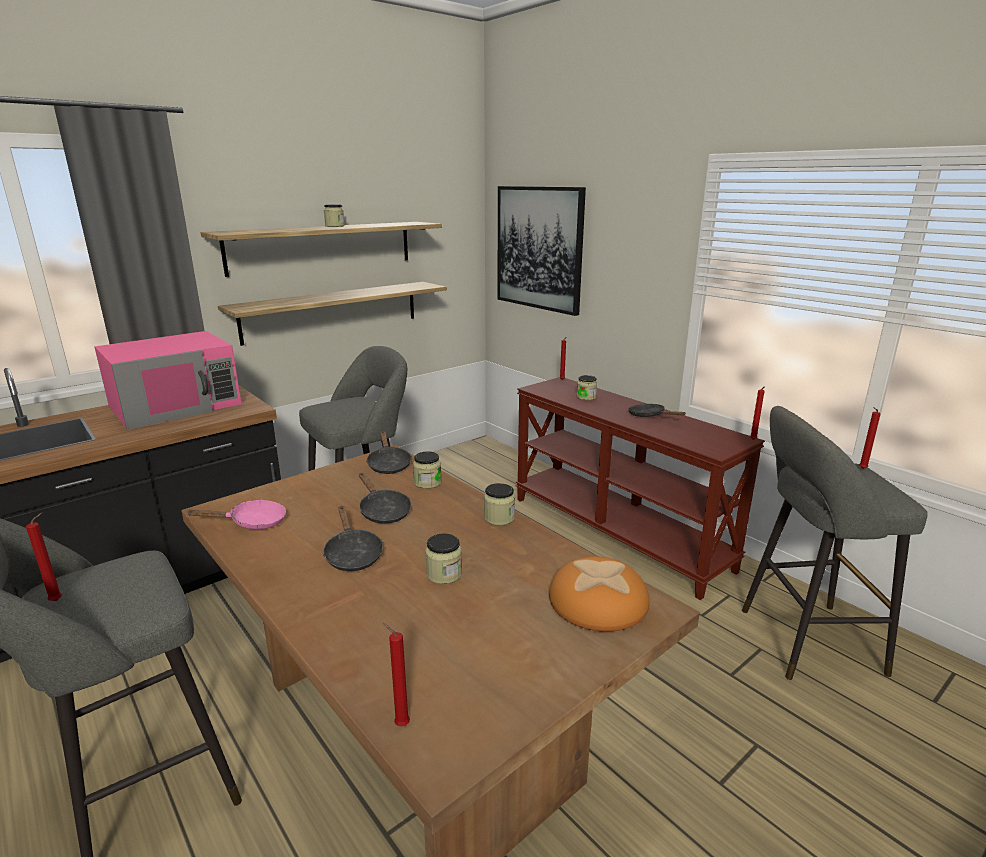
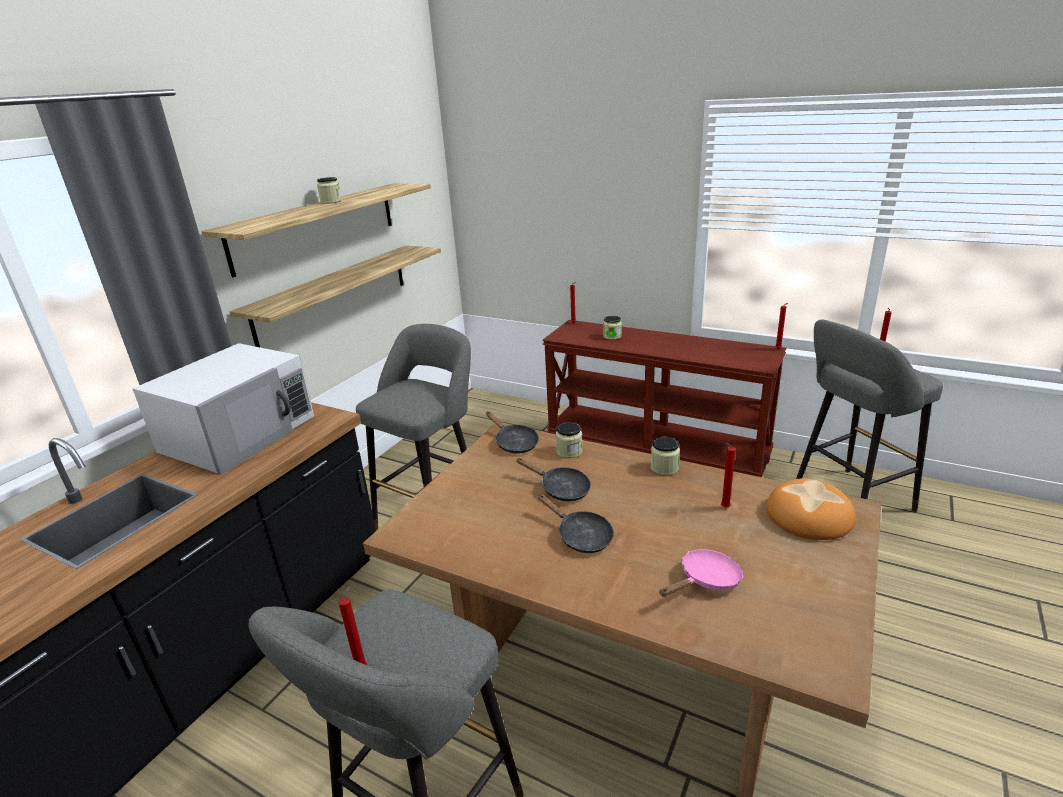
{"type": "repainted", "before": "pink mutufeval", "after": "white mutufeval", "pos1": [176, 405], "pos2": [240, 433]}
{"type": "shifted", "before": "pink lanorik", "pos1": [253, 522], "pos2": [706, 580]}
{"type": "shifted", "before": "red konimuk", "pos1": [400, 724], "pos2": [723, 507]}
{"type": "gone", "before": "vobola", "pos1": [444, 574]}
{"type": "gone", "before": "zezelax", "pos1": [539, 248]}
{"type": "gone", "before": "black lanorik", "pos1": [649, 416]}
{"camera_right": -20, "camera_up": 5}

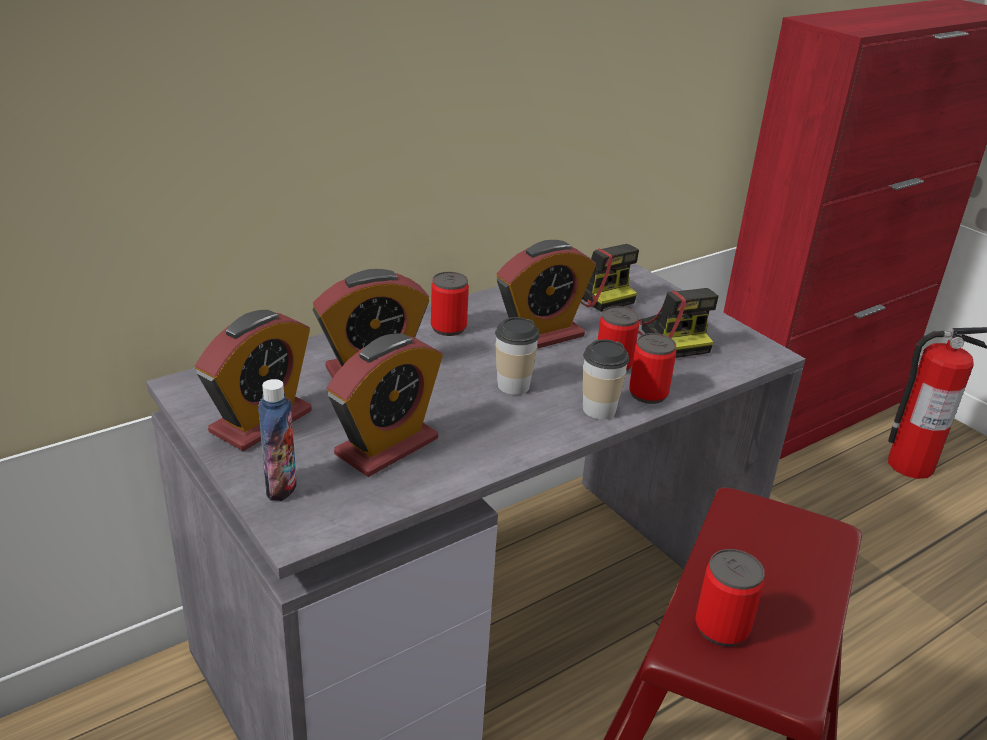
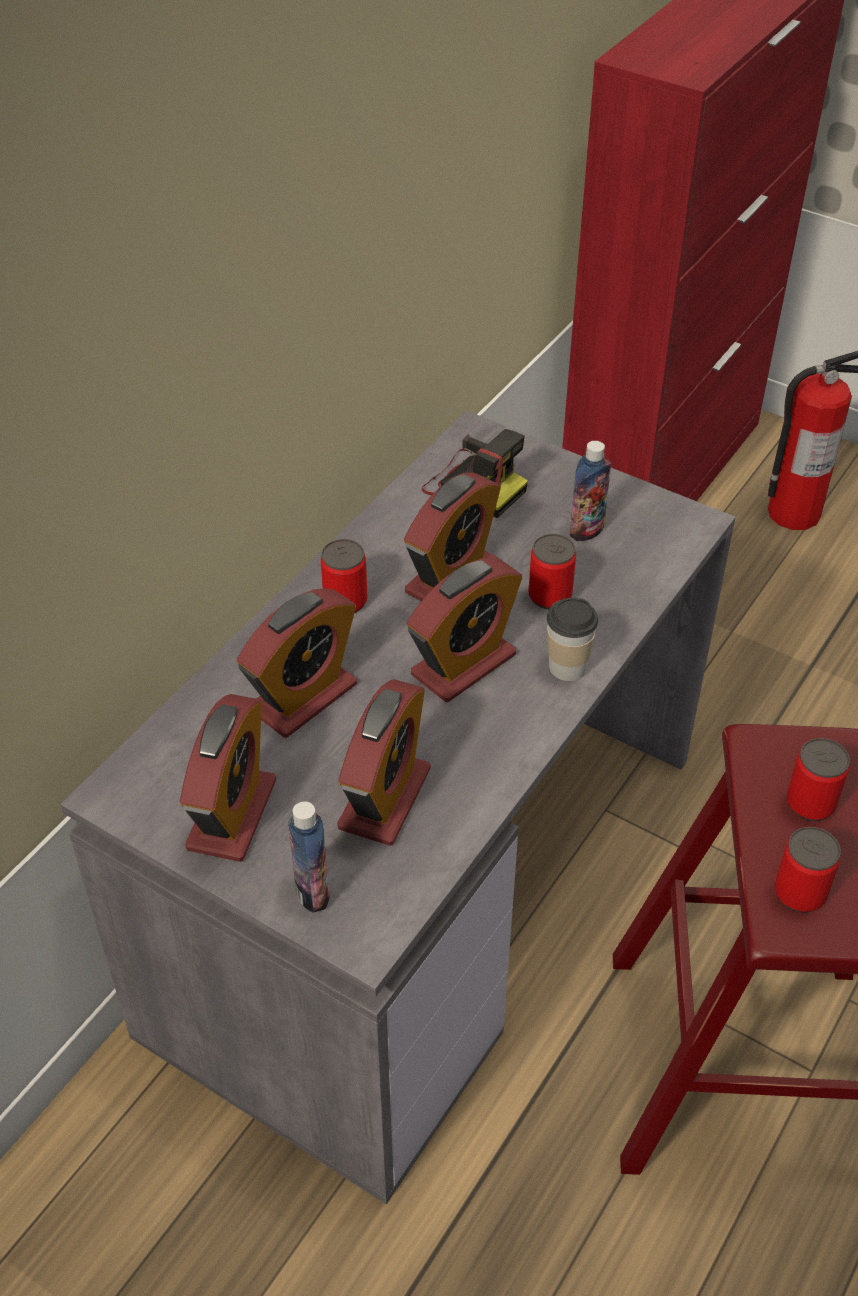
{"type": "swapped", "before": "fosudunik", "after": "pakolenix", "pos1": [513, 385], "pos2": [463, 665]}
{"type": "swapped", "before": "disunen", "after": "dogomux", "pos1": [670, 336], "pos2": [587, 530]}
{"type": "shifted", "before": "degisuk", "pos1": [648, 394], "pos2": [810, 803]}
{"camera_right": -20, "camera_up": 15}

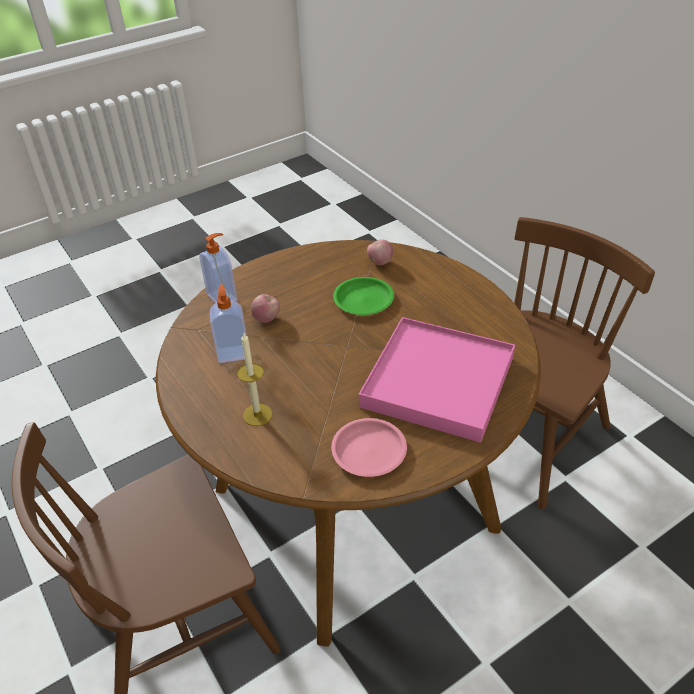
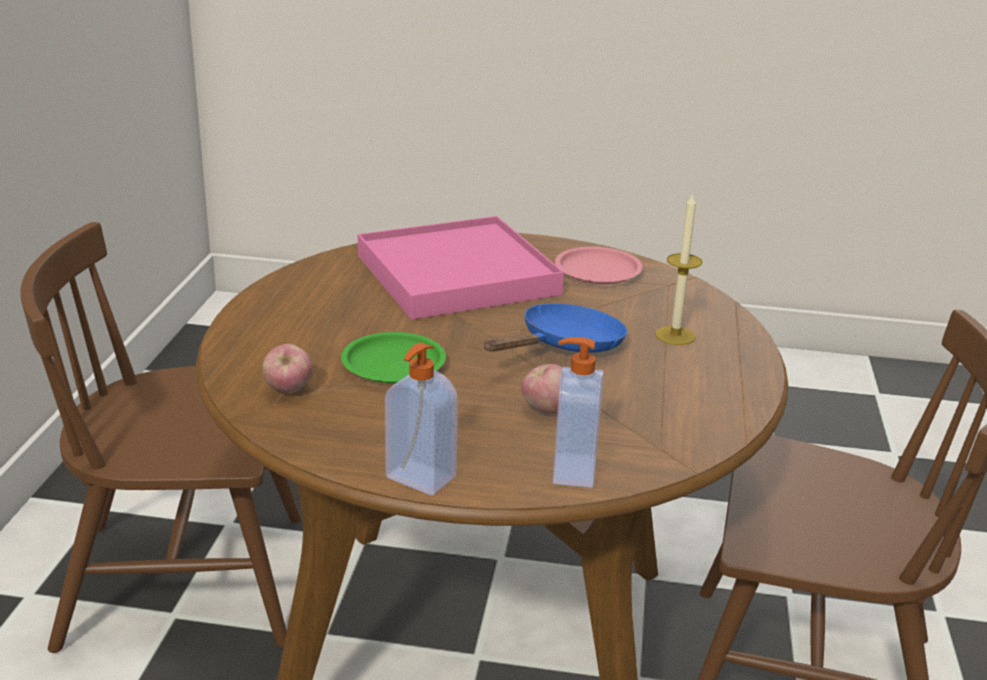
{"type": "shifted", "before": "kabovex", "pos1": [233, 353], "pos2": [419, 478]}
{"type": "new", "after": "blue lanorik", "pos2": [565, 346]}
{"camera_right": -140, "camera_up": -15}

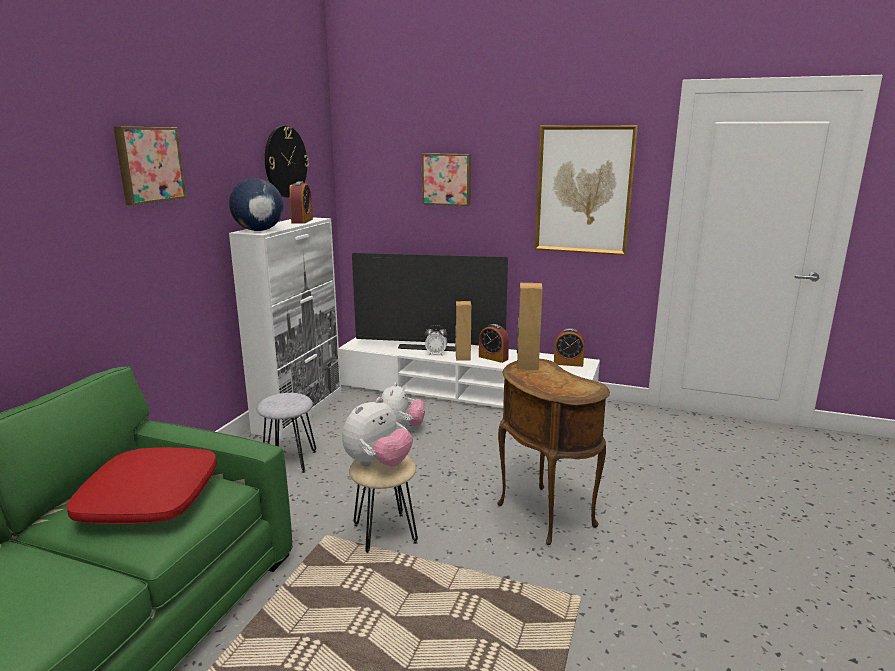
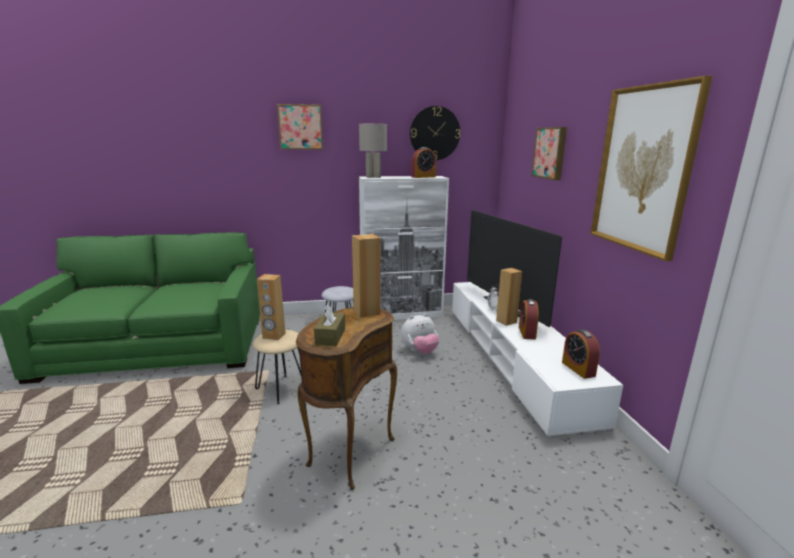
{"type": "swapped", "before": "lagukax", "after": "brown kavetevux", "pos1": [378, 464], "pos2": [274, 336]}
{"type": "new", "after": "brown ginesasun", "pos2": [330, 336]}
{"type": "swapped", "before": "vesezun", "after": "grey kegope", "pos1": [258, 230], "pos2": [373, 177]}
{"type": "gone", "before": "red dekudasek", "pos1": [149, 499]}
{"camera_right": 60, "camera_up": 0}

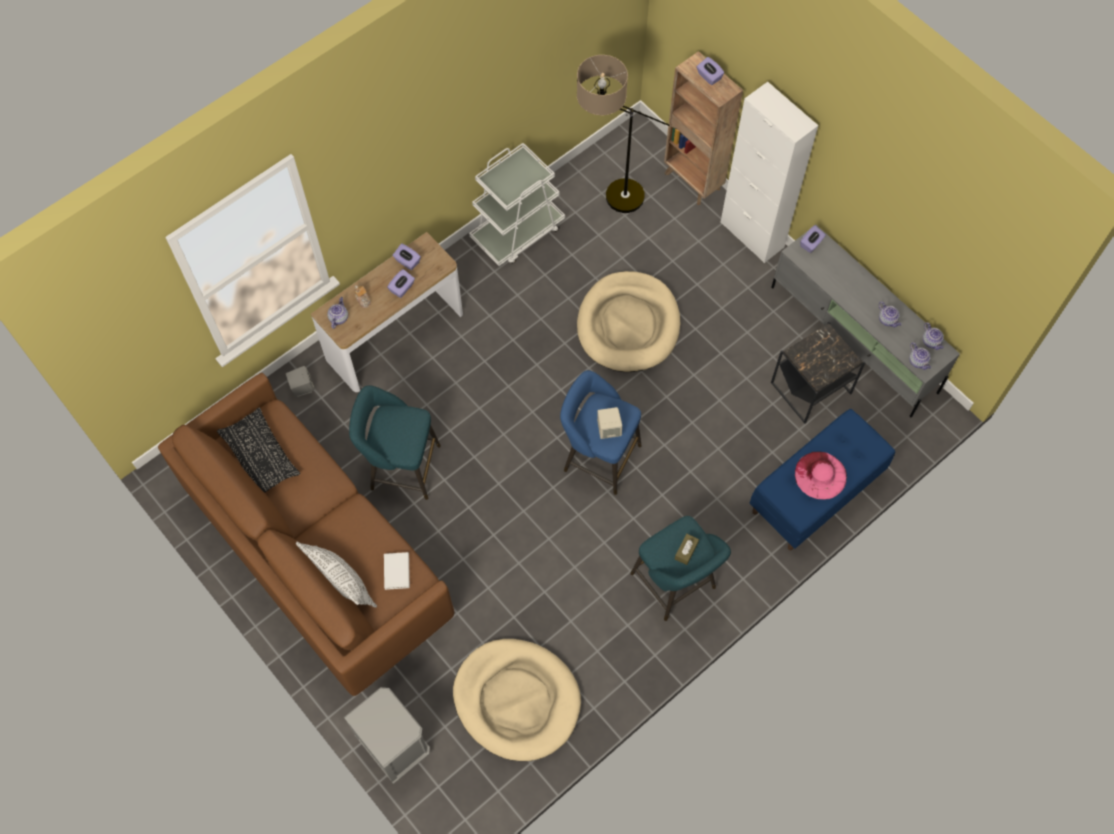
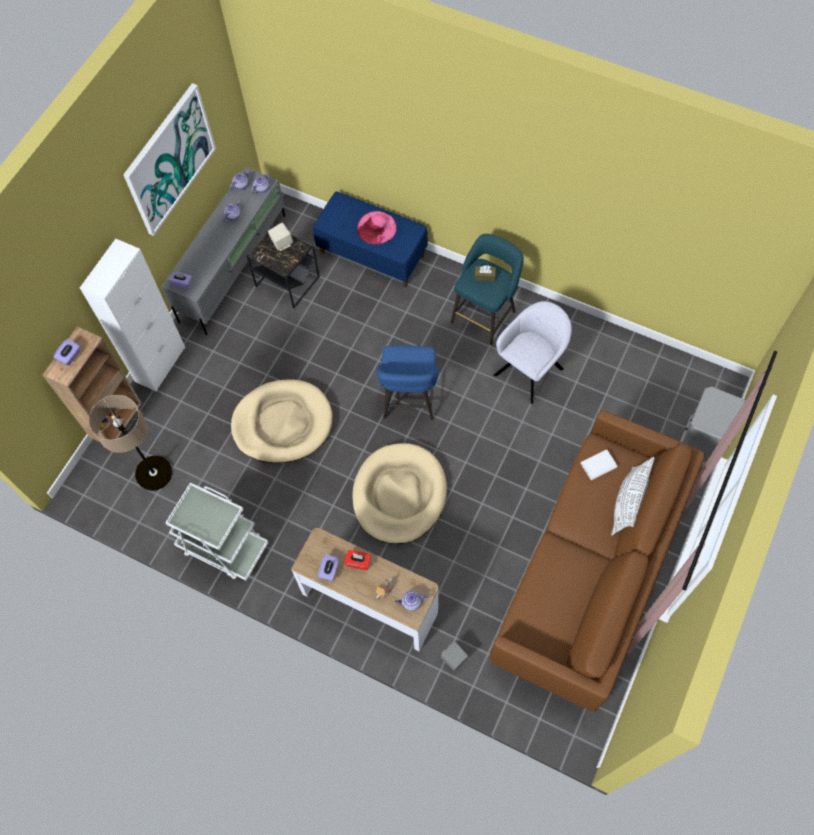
{"type": "new", "after": "zezelax", "pos2": [170, 159]}
{"type": "shifted", "before": "beige kavetevux", "pos1": [609, 429], "pos2": [282, 243]}
{"type": "repainted", "before": "purple ginesasun", "after": "red ginesasun", "pos1": [402, 288], "pos2": [358, 562]}
{"type": "shifted", "before": "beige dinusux", "pos1": [516, 700], "pos2": [399, 495]}
{"type": "new", "after": "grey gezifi", "pos2": [530, 369]}
{"type": "gone", "before": "black dekudasek", "pos1": [260, 457]}
{"type": "gone", "before": "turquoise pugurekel", "pos1": [401, 466]}
{"camera_right": -110, "camera_up": 0}

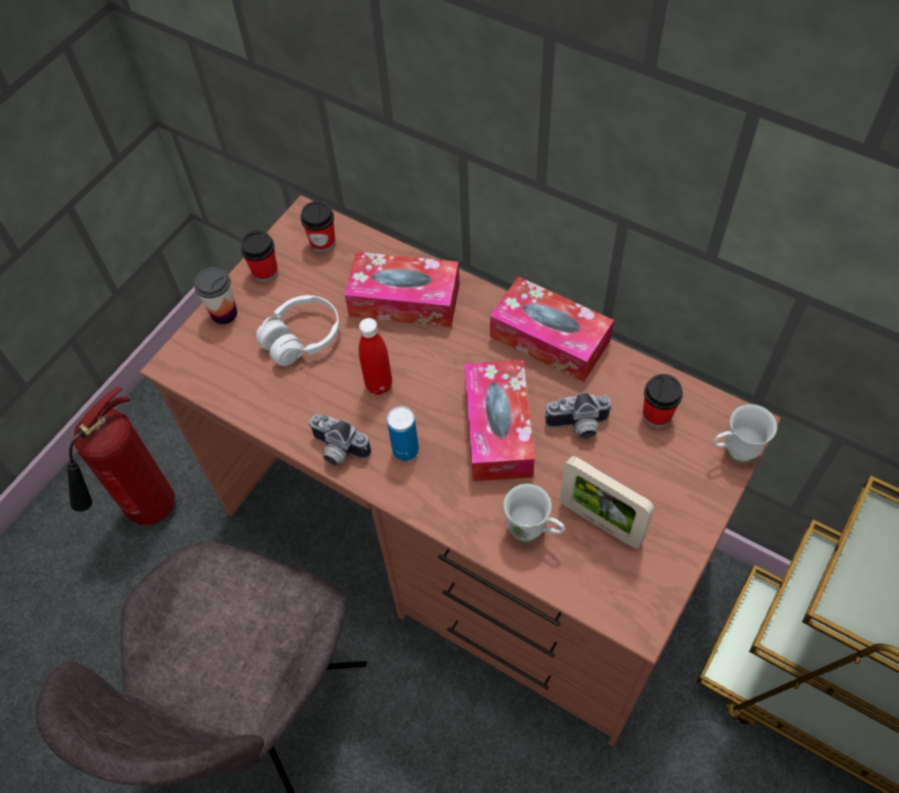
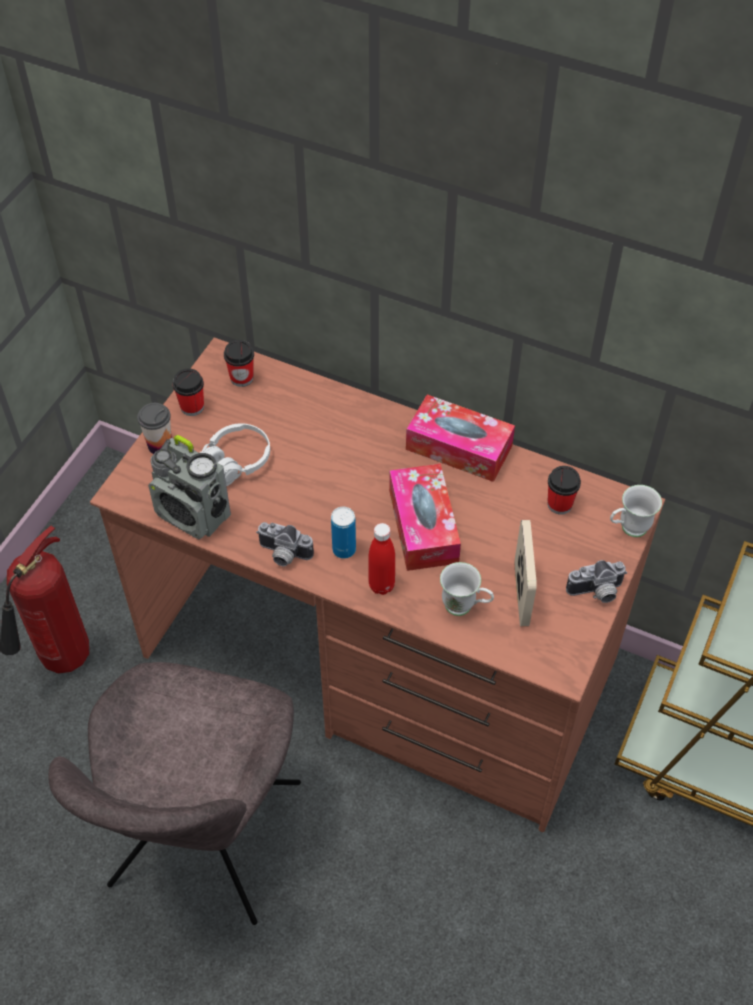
{"type": "new", "after": "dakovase", "pos2": [194, 515]}
{"type": "shifted", "before": "red dogomux", "pos1": [379, 385], "pos2": [381, 585]}
{"type": "rotated", "before": "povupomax", "pos1": [600, 522], "pos2": [521, 595], "turn": -120}
{"type": "shifted", "before": "disunen", "pos1": [578, 427], "pos2": [596, 593]}
{"type": "gone", "before": "ginesasun", "pos1": [404, 300]}
{"camera_right": -10, "camera_up": -5}

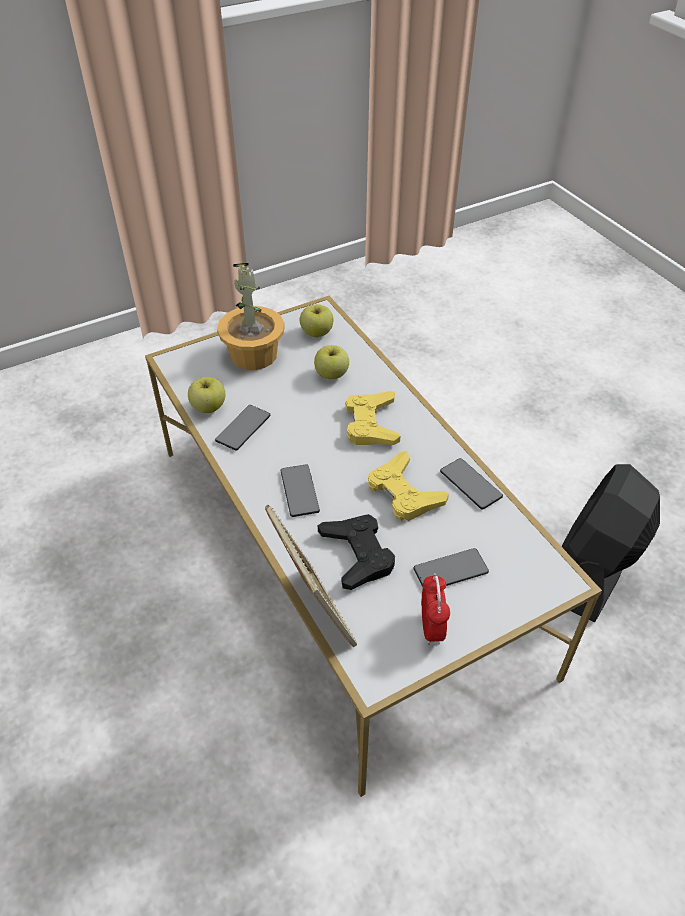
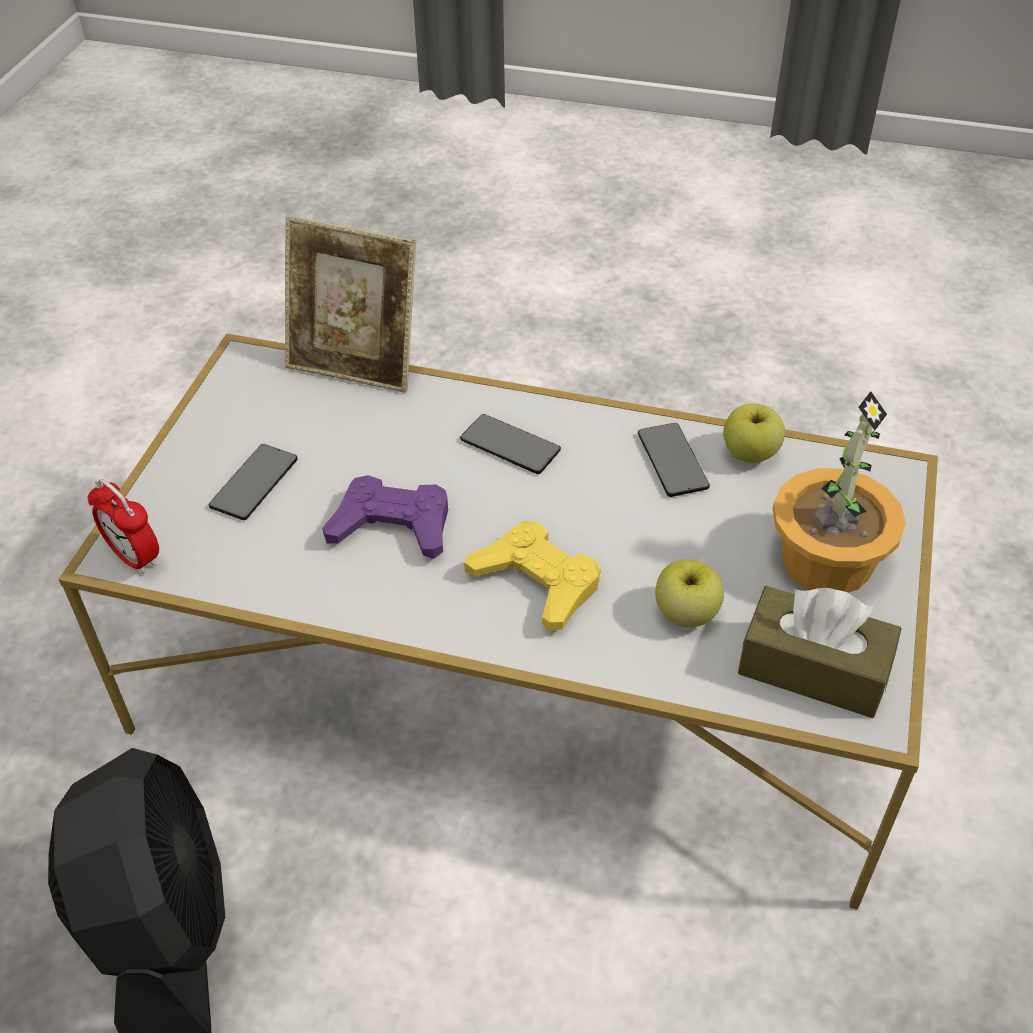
{"type": "shifted", "before": "pakolenix", "pos1": [431, 628], "pos2": [135, 557]}
{"type": "repainted", "before": "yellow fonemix", "after": "purple fonemix", "pos1": [404, 493], "pos2": [392, 526]}
{"type": "swapped", "before": "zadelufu", "after": "brown ginesasun", "pos1": [316, 332], "pos2": [813, 669]}
{"type": "gone", "before": "black fonemix", "pos1": [357, 554]}
{"type": "gone", "before": "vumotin", "pos1": [470, 484]}
{"camera_right": 135, "camera_up": 0}

